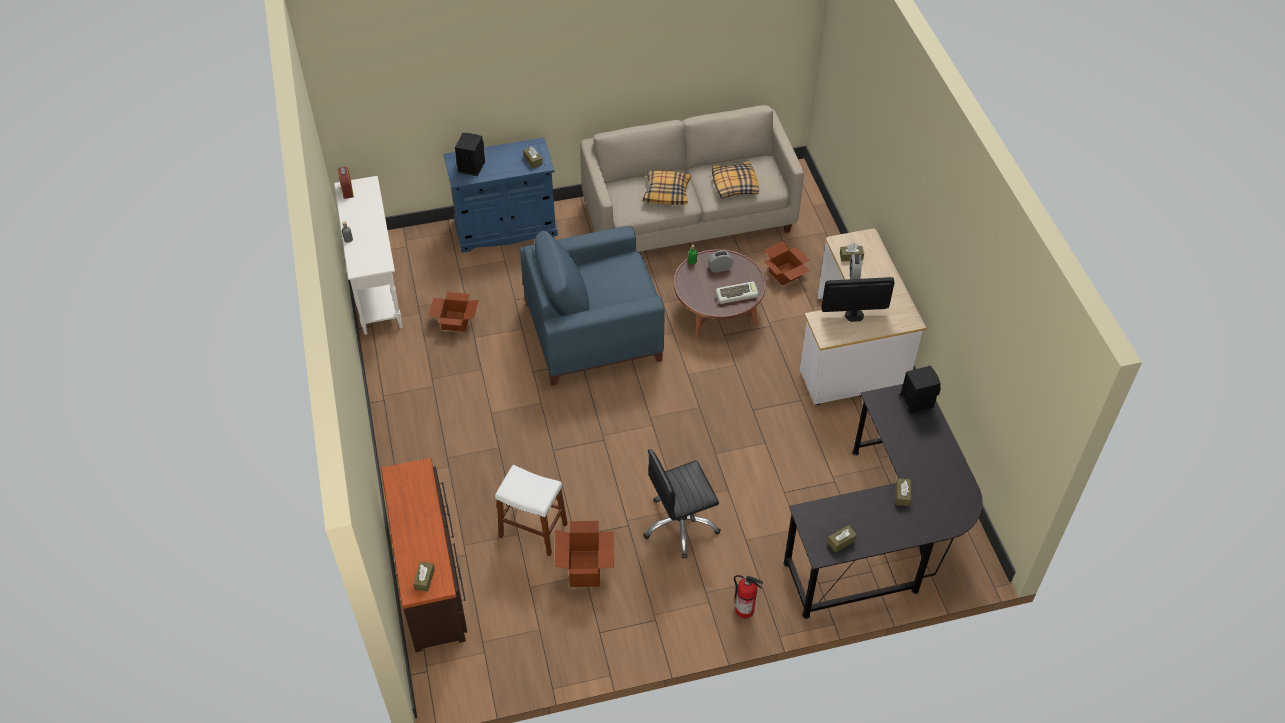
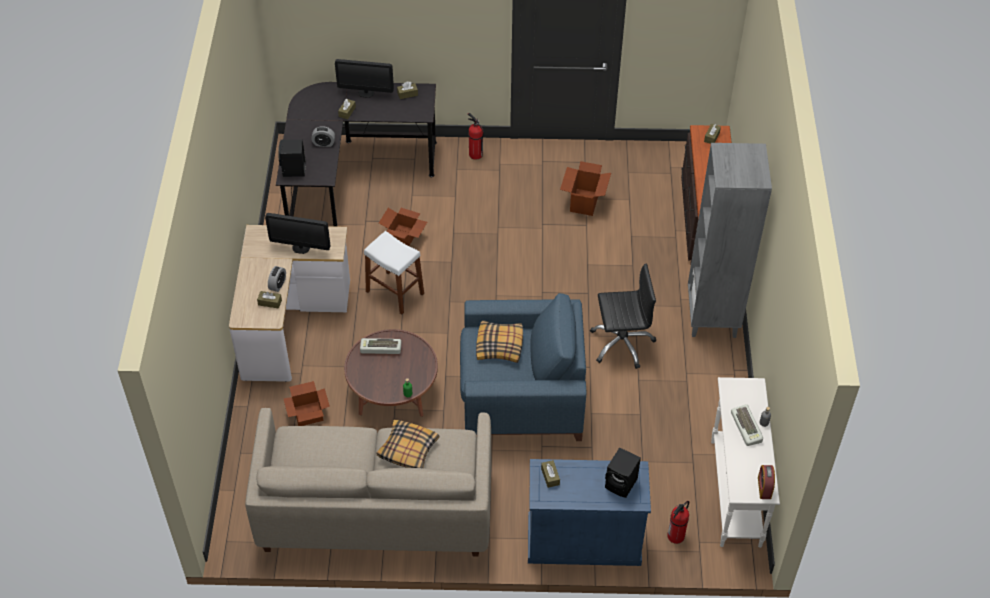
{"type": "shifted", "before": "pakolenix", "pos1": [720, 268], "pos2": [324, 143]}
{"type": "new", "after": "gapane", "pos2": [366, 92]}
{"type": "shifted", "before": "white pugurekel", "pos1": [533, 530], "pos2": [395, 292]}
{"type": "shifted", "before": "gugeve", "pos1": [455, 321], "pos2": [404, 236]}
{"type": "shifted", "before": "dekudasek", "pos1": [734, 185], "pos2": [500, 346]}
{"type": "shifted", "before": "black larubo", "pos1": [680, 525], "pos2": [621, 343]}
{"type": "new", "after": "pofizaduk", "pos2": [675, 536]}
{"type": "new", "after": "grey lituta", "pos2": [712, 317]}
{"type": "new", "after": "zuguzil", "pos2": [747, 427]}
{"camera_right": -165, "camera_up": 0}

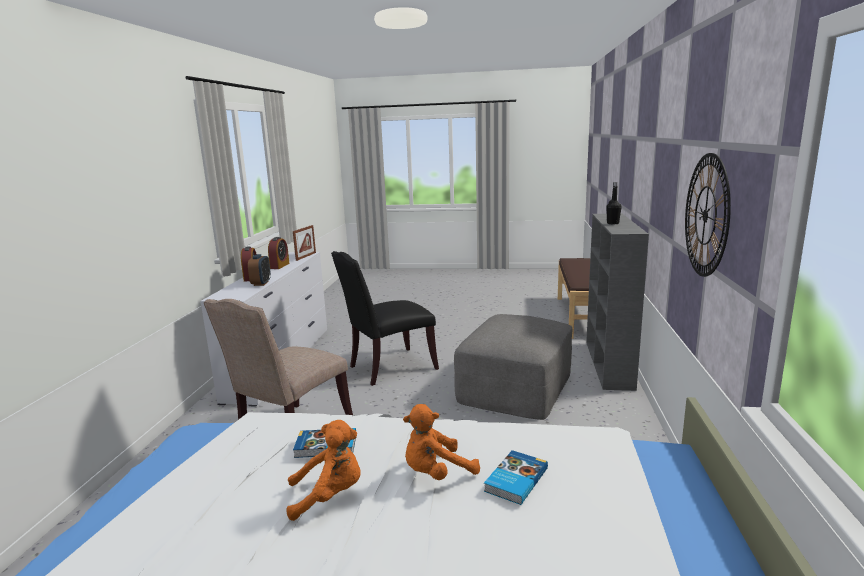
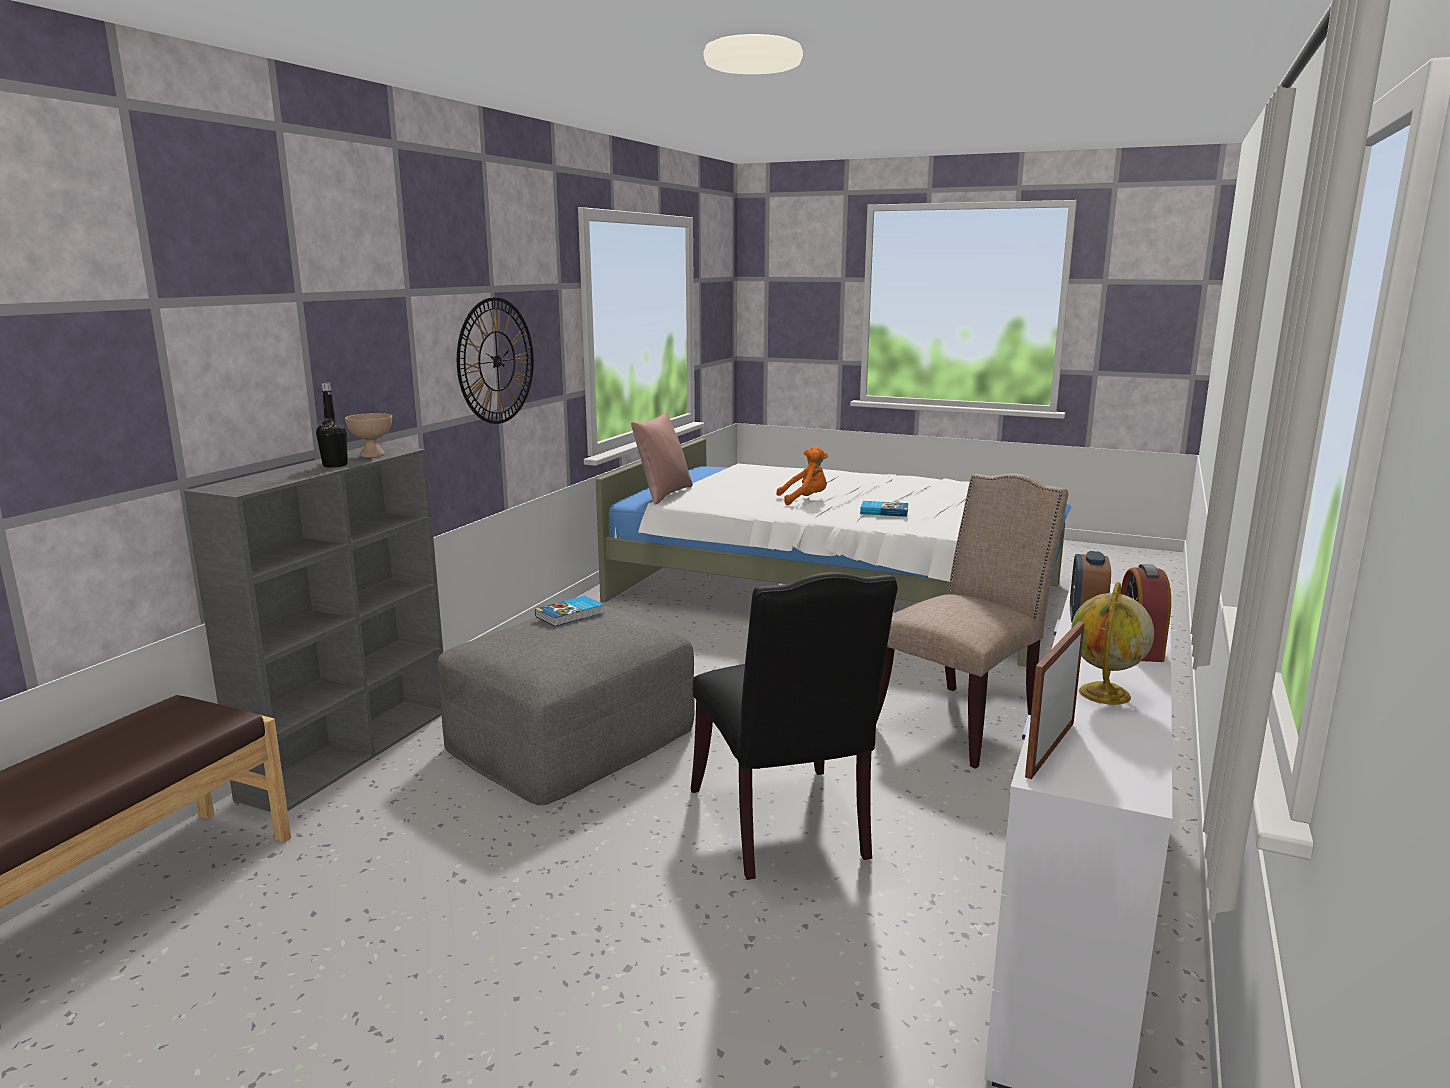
{"type": "new", "after": "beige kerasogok", "pos2": [372, 455]}
{"type": "shifted", "before": "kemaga", "pos1": [515, 480], "pos2": [571, 615]}
{"type": "new", "after": "pink dekudasek", "pos2": [663, 494]}
{"type": "rotated", "before": "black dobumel", "pos1": [389, 368], "pos2": [785, 827], "turn": 90}
{"type": "swapped", "before": "pakolenix", "after": "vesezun", "pos1": [279, 266], "pos2": [1105, 695]}
{"type": "gone", "before": "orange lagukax", "pos1": [329, 496]}
{"camera_right": -165, "camera_up": 0}

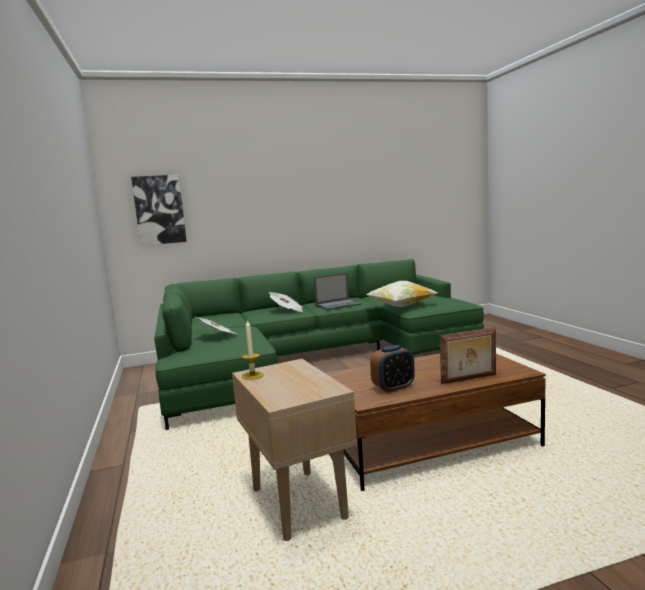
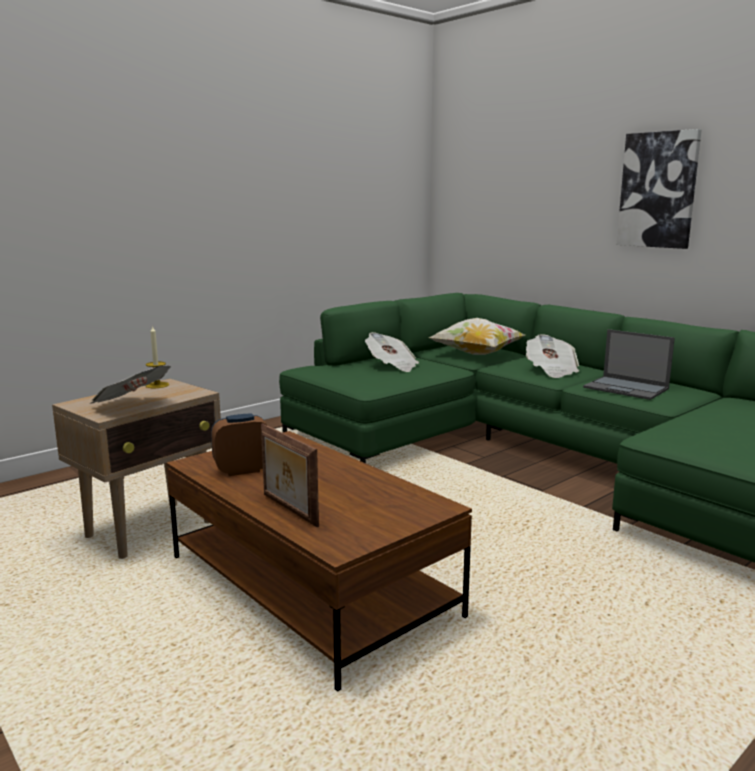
{"type": "new", "after": "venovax", "pos2": [132, 405]}
{"type": "rotated", "before": "pakolenix", "pos1": [393, 388], "pos2": [242, 470], "turn": 120}
{"type": "shifted", "before": "dekudasek", "pos1": [401, 306], "pos2": [476, 354]}
{"type": "shifted", "before": "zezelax", "pos1": [159, 210], "pos2": [658, 190]}
{"camera_right": 65, "camera_up": 5}

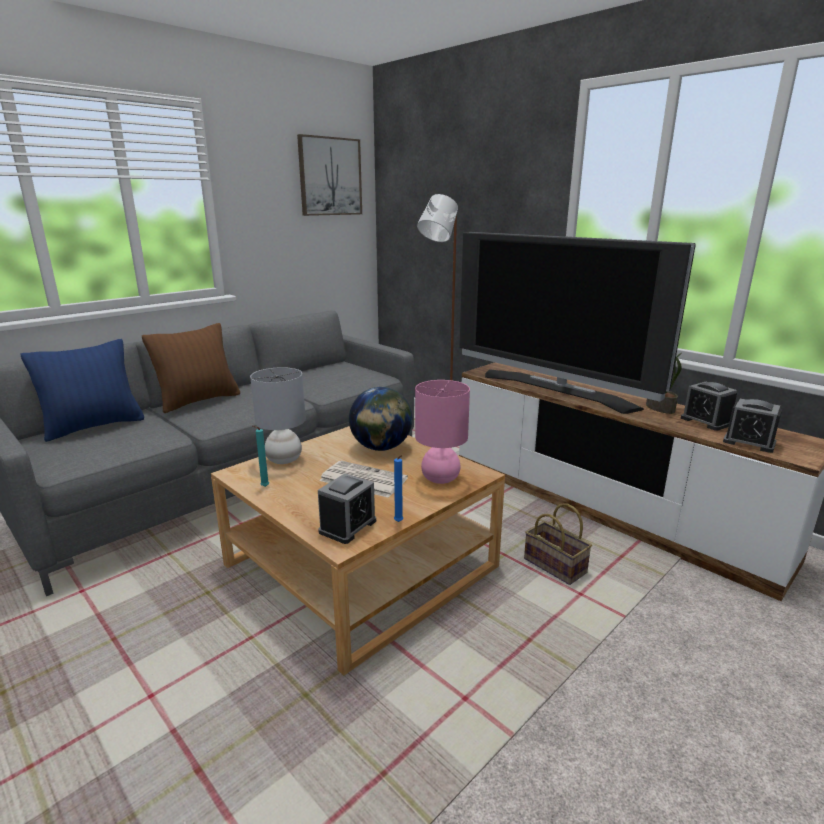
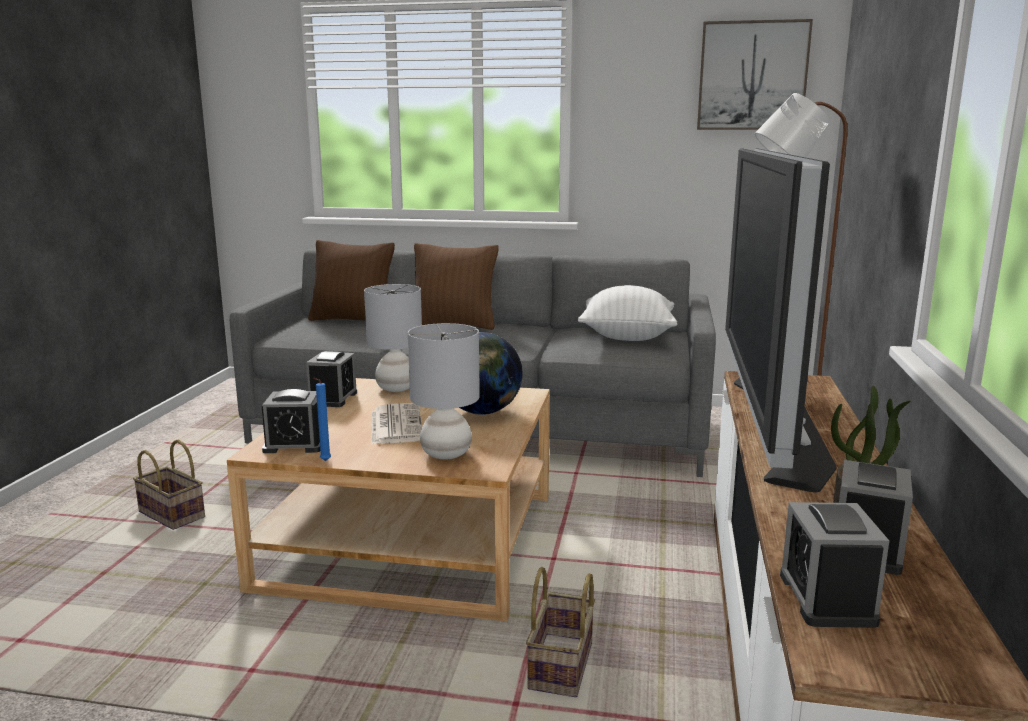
{"type": "new", "after": "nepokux", "pos2": [174, 515]}
{"type": "swapped", "before": "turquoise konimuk", "after": "pakolenix", "pos1": [263, 487], "pos2": [333, 398]}
{"type": "repainted", "before": "blue dekudasek", "after": "brown dekudasek", "pos1": [94, 426], "pos2": [352, 320]}
{"type": "repainted", "before": "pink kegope", "after": "grey kegope", "pos1": [441, 478], "pos2": [447, 454]}
{"type": "new", "after": "white dekudasek", "pos2": [627, 337]}
{"camera_right": 55, "camera_up": -5}

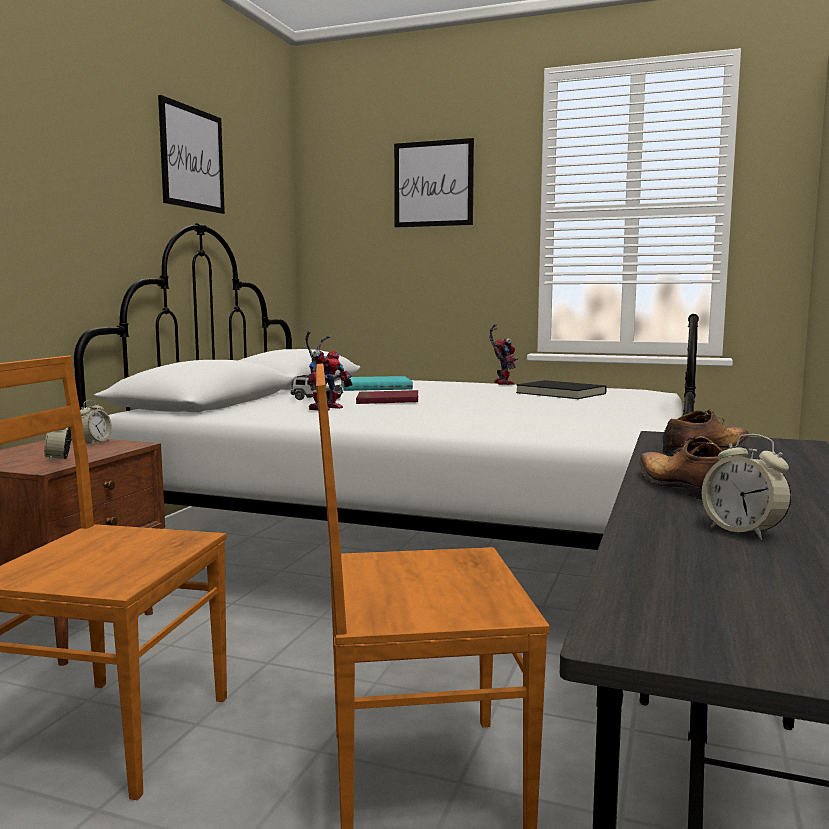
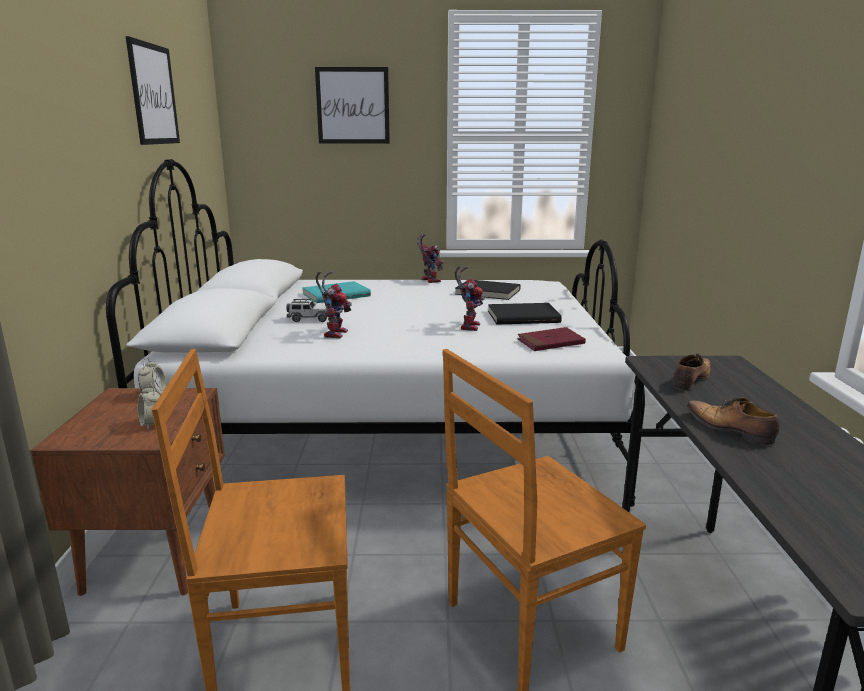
{"type": "new", "after": "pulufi", "pos2": [468, 326]}
{"type": "new", "after": "black kemaga", "pos2": [523, 316]}
{"type": "shifted", "before": "red kemaga", "pos1": [388, 401], "pos2": [550, 342]}
{"type": "gone", "before": "pakolenix", "pos1": [743, 531]}
{"camera_right": -20, "camera_up": 10}

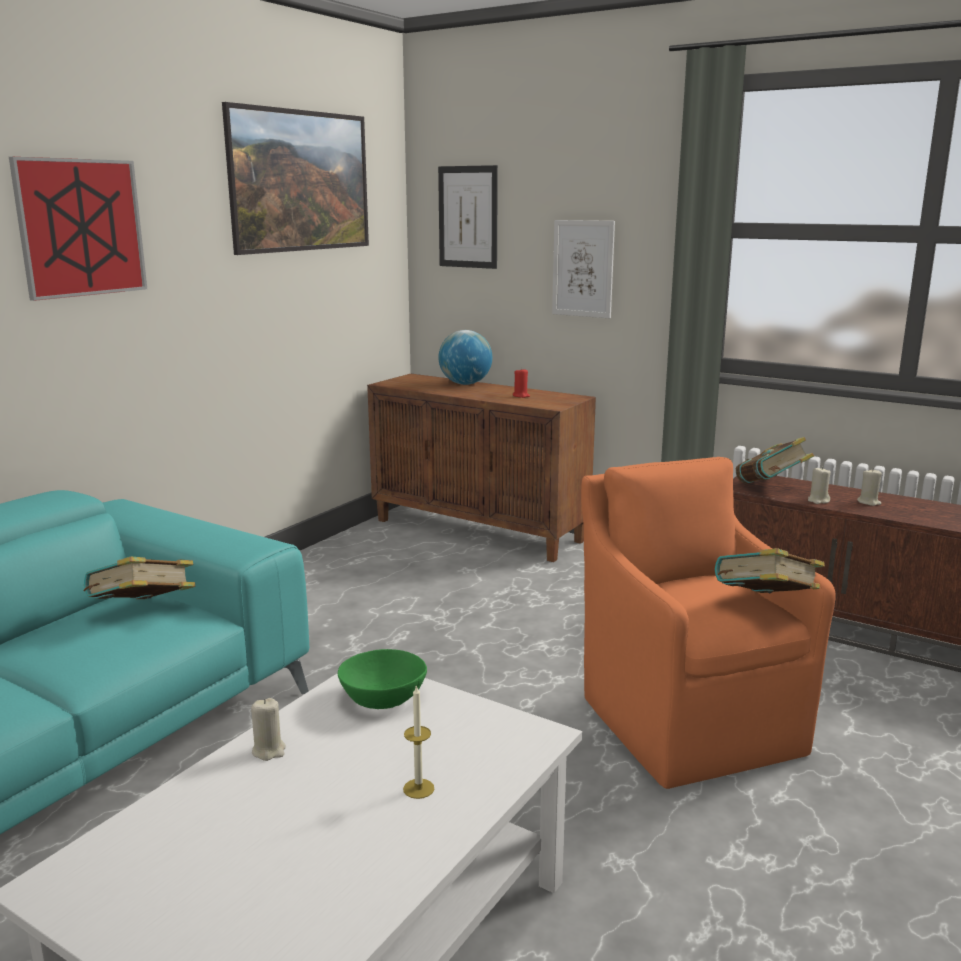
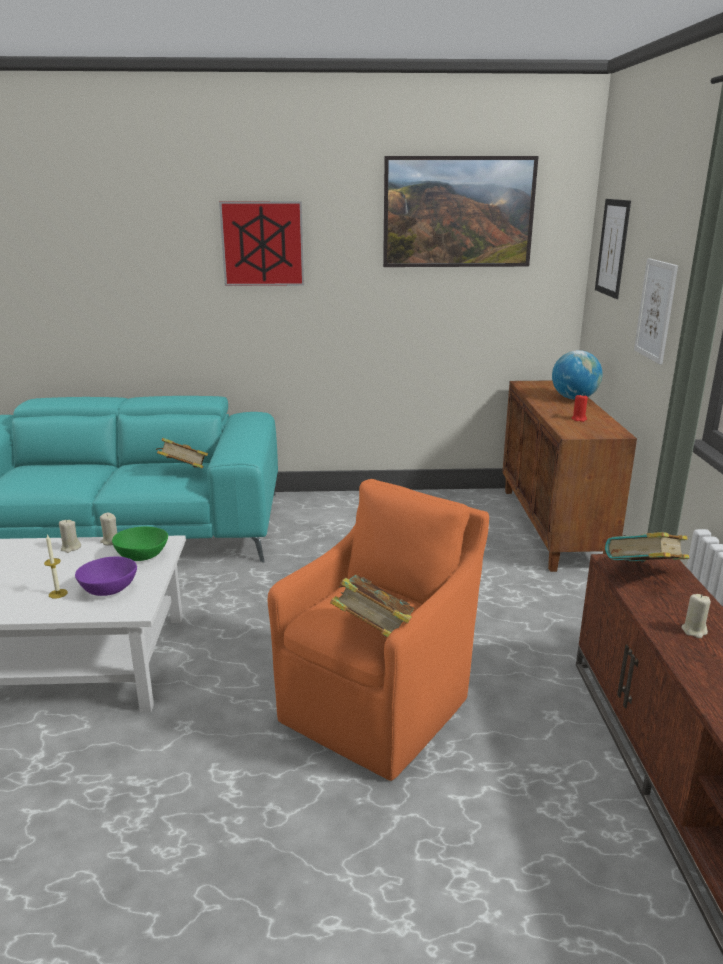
{"type": "new", "after": "purple kerasogok", "pos2": [108, 588]}
{"type": "shifted", "before": "beige konimuk", "pos1": [818, 500], "pos2": [110, 541]}
{"camera_right": 55, "camera_up": 5}

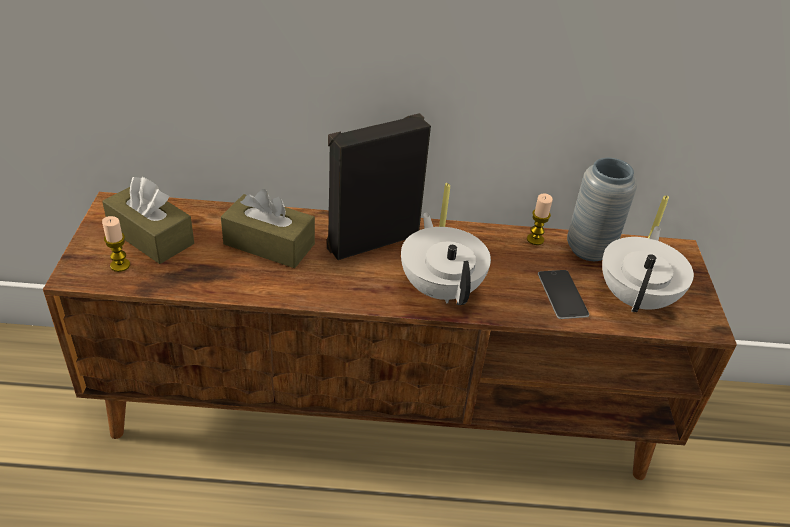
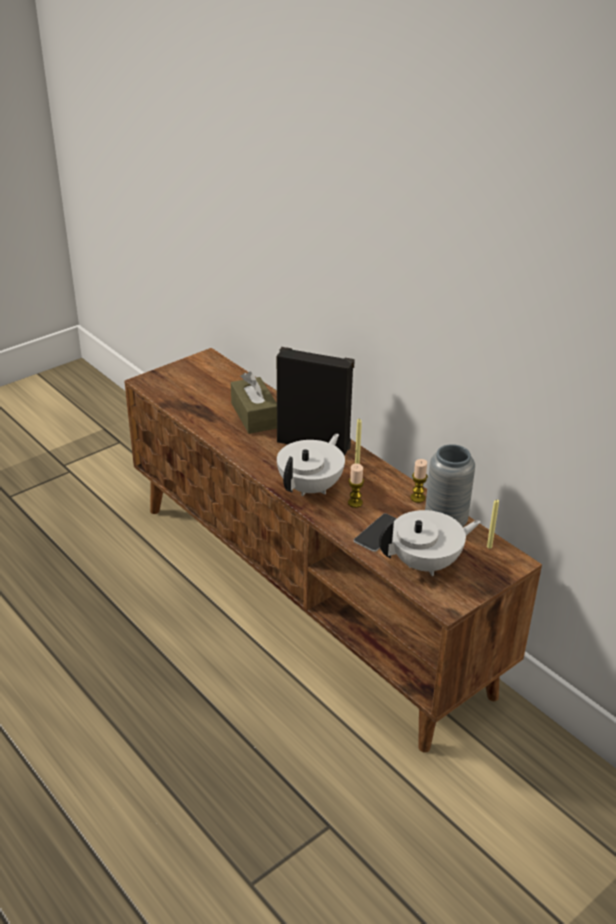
{"type": "shifted", "before": "konimuk", "pos1": [120, 265], "pos2": [355, 503]}
{"type": "gone", "before": "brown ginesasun", "pos1": [151, 236]}
{"camera_right": 50, "camera_up": -5}

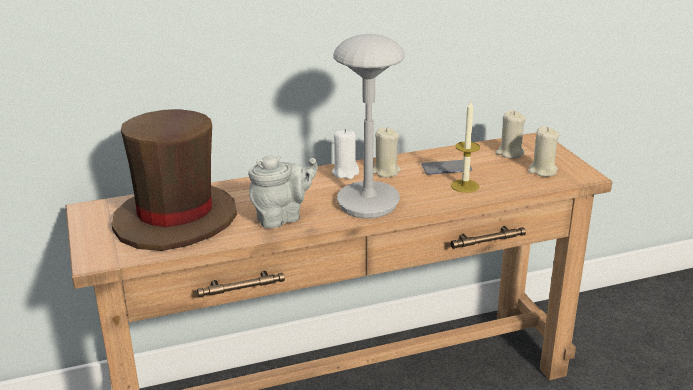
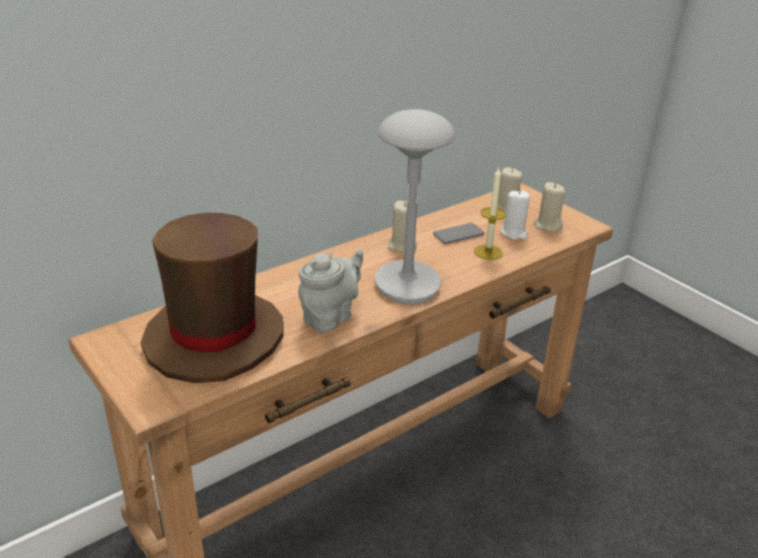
{"type": "shifted", "before": "white konimuk", "pos1": [345, 173], "pos2": [514, 233]}
{"camera_right": -20, "camera_up": 5}

